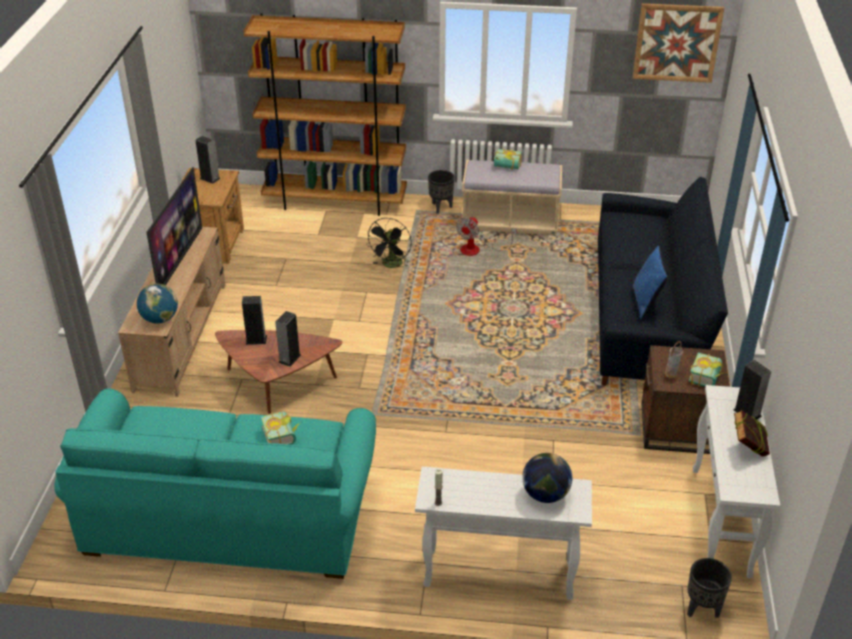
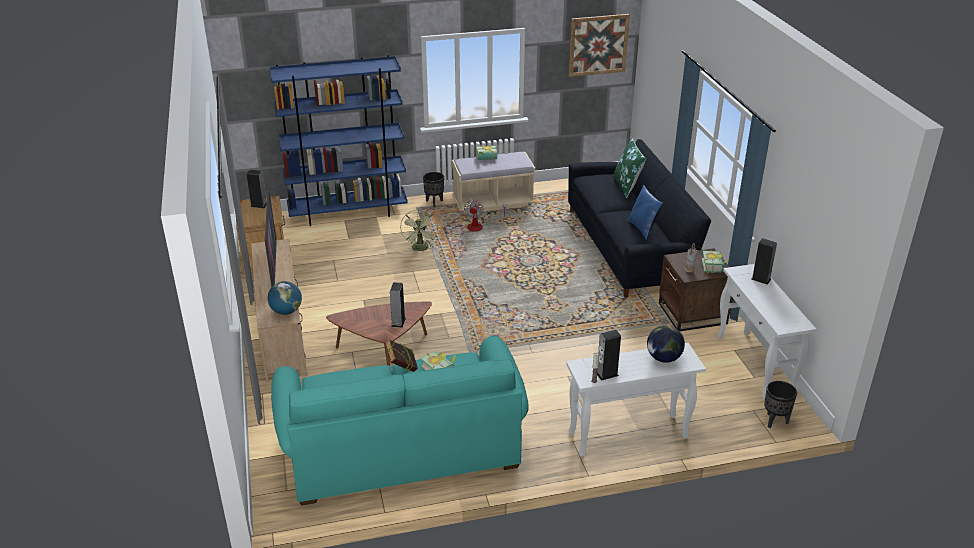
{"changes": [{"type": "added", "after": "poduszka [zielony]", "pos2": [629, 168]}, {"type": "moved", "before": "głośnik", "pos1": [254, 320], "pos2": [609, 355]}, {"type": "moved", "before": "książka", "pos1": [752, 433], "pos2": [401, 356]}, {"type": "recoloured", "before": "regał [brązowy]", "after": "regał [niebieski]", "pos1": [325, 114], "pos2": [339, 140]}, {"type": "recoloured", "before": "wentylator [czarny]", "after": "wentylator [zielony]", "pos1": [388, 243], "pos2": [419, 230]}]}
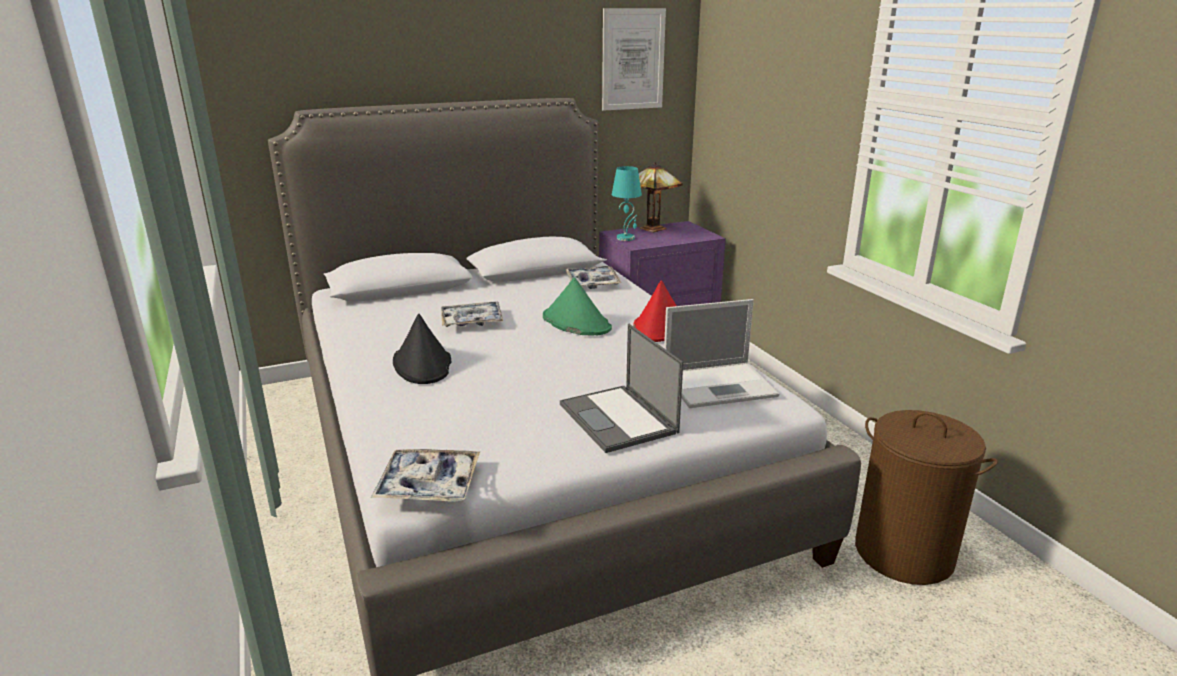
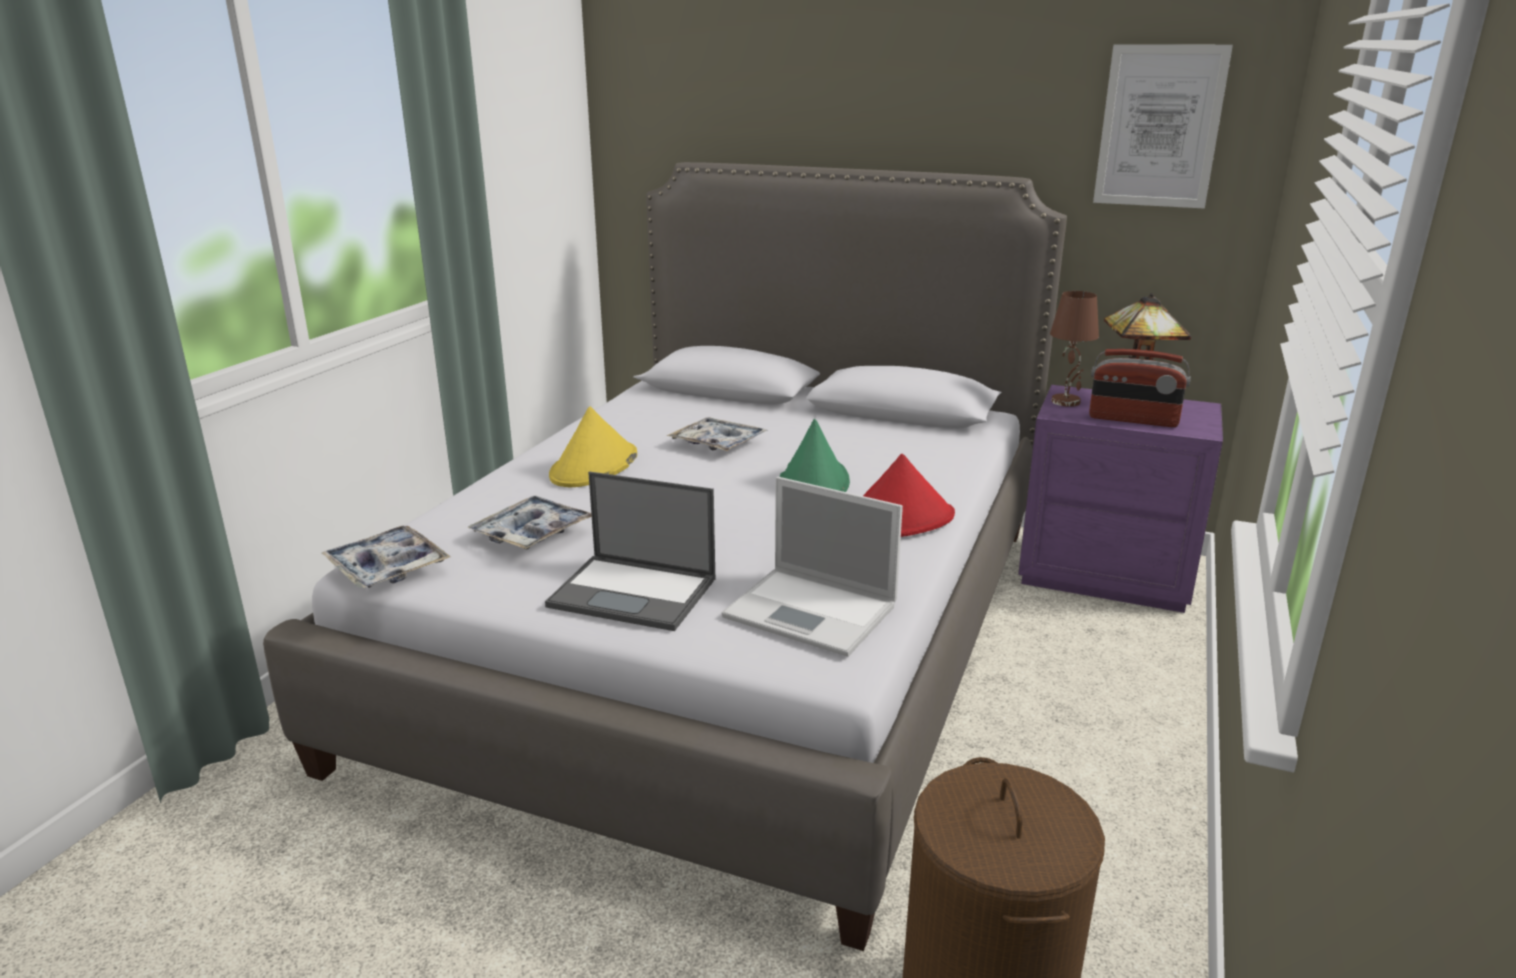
{"changes": [{"type": "added", "after": "radio", "pos2": [1140, 388]}, {"type": "moved", "before": "taca", "pos1": [593, 277], "pos2": [529, 523]}, {"type": "recoloured", "before": "kapelusz [czarny]", "after": "kapelusz [żółty]", "pos1": [422, 349], "pos2": [593, 446]}, {"type": "recoloured", "before": "lampa stołowa [turkusowy]", "after": "lampa stołowa [brązowy]", "pos1": [627, 203], "pos2": [1074, 349]}, {"type": "turned", "before": "laptop", "pos1": [621, 388], "pos2": [630, 551], "turn": -90}]}
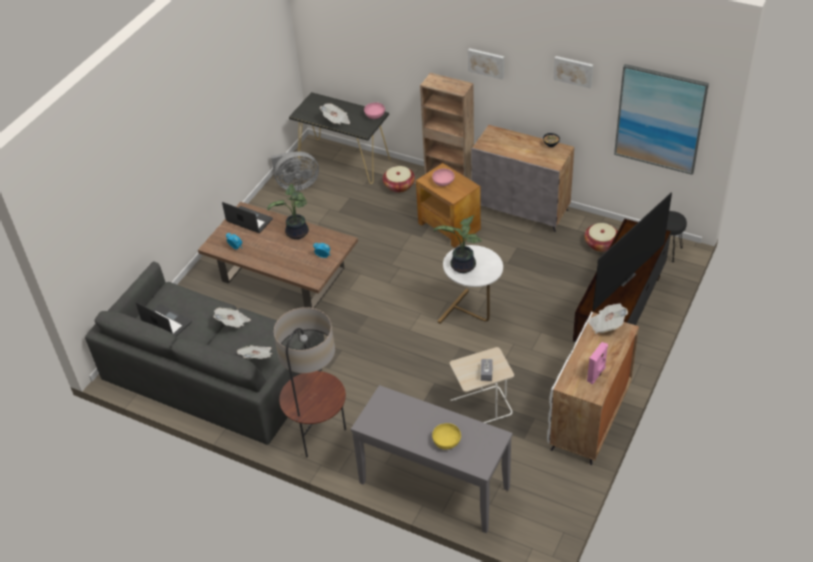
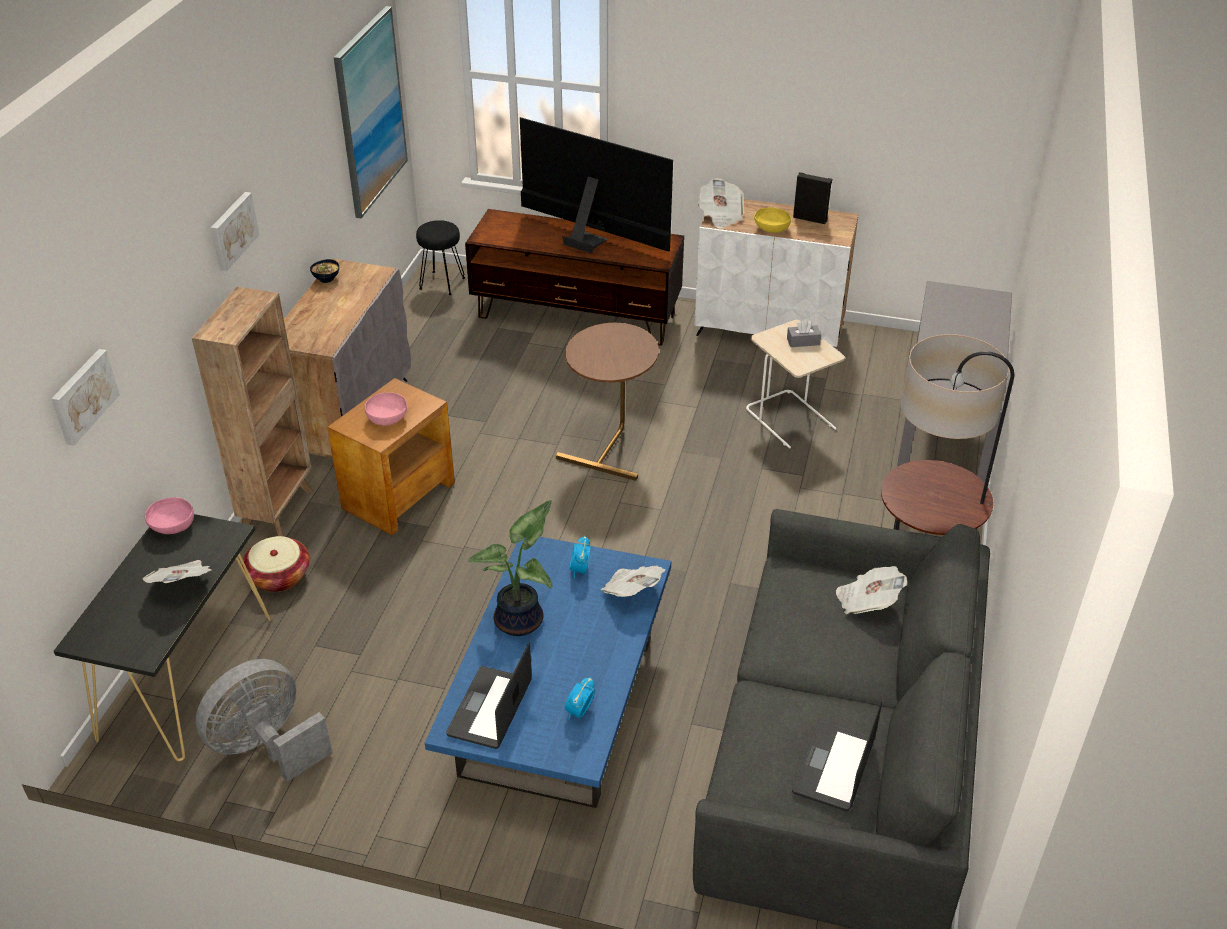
{"changes": [{"type": "removed", "before": "roślina doniczkowa", "pos1": [458, 244]}, {"type": "removed", "before": "koszyk", "pos1": [601, 237]}, {"type": "moved", "before": "gazeta", "pos1": [232, 318], "pos2": [633, 581]}, {"type": "moved", "before": "miska [żółty]", "pos1": [446, 436], "pos2": [772, 220]}, {"type": "moved", "before": "obraz", "pos1": [573, 72], "pos2": [85, 397]}, {"type": "recoloured", "before": "ława [brązowy]", "after": "ława [niebieski]", "pos1": [278, 255], "pos2": [548, 672]}, {"type": "recoloured", "before": "stolik [biały]", "after": "stolik [brązowy]", "pos1": [470, 284], "pos2": [607, 402]}, {"type": "recoloured", "before": "głośnik [różowy]", "after": "głośnik [czarny]", "pos1": [597, 363], "pos2": [812, 198]}, {"type": "turned", "before": "wentylator [szary]", "pos1": [295, 171], "pos2": [264, 720], "turn": -105}]}
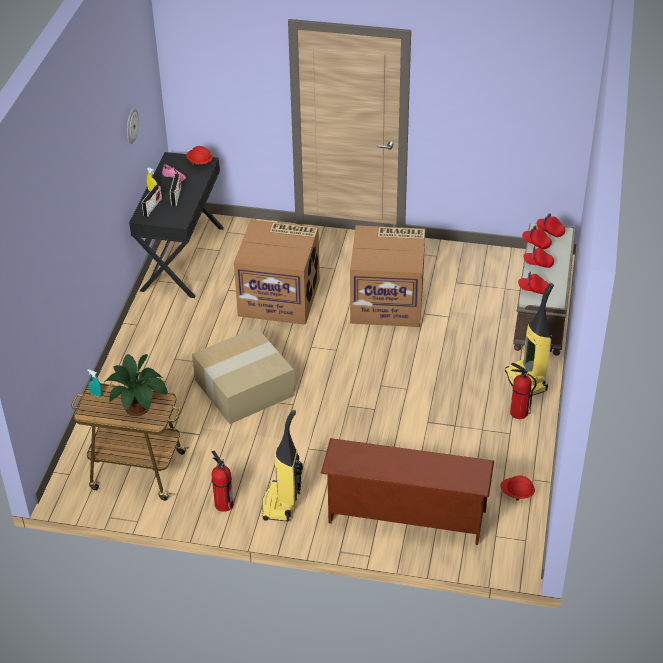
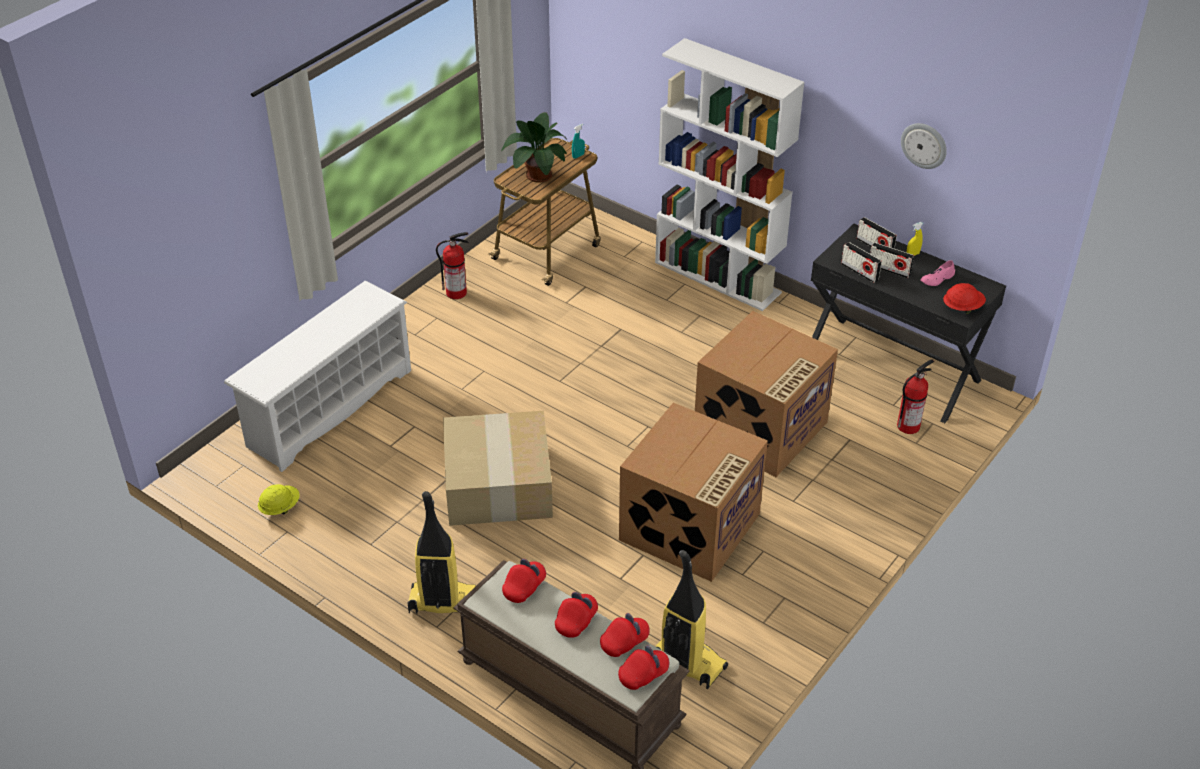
{"changes": [{"type": "added", "after": "regał [biały]", "pos2": [729, 174]}, {"type": "added", "after": "radio", "pos2": [861, 262]}, {"type": "moved", "before": "karton", "pos1": [243, 375], "pos2": [498, 468]}, {"type": "moved", "before": "odkurzacz", "pos1": [282, 465], "pos2": [691, 619]}, {"type": "moved", "before": "gaśnica", "pos1": [523, 391], "pos2": [915, 396]}, {"type": "recoloured", "before": "regał na buty [brązowy]", "after": "regał na buty [biały]", "pos1": [407, 491], "pos2": [317, 376]}, {"type": "recoloured", "before": "kask [czerwony]", "after": "kask [żółty]", "pos1": [518, 488], "pos2": [279, 499]}]}
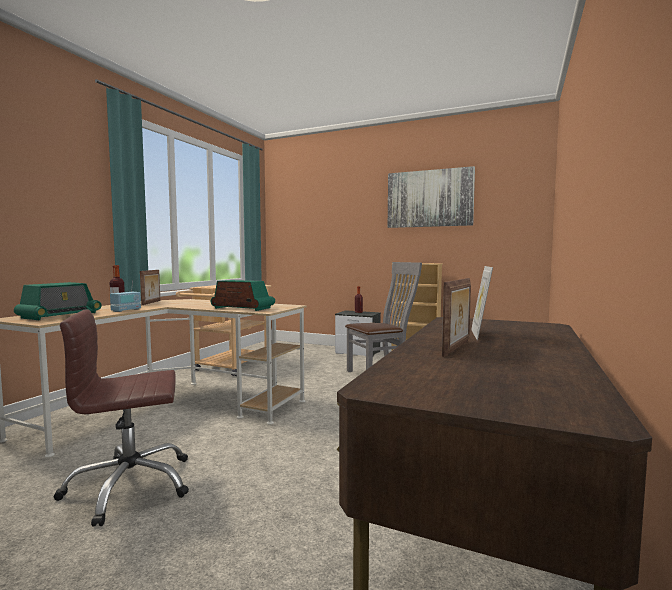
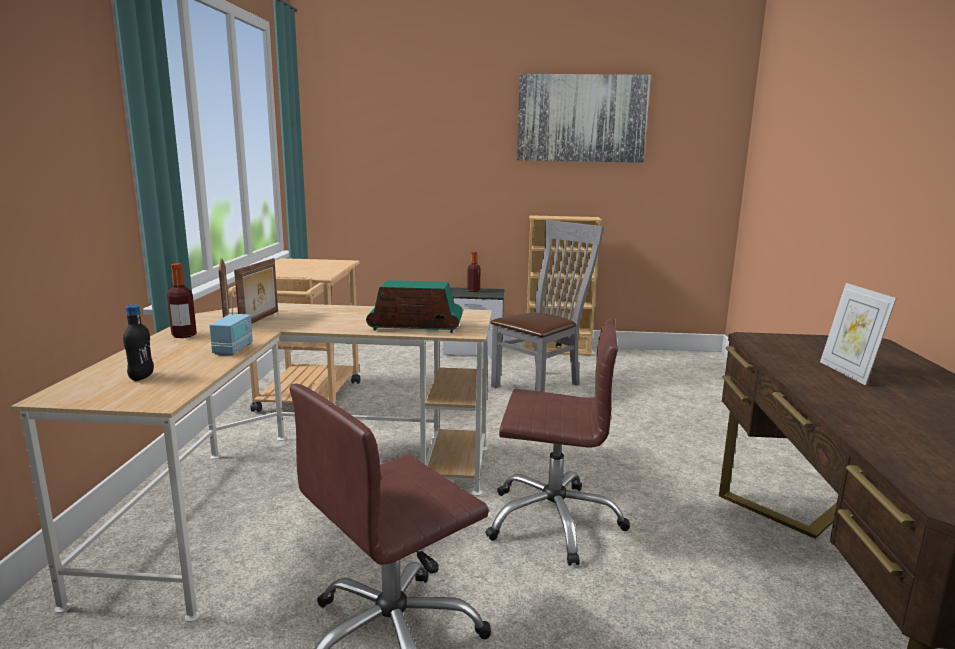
{"changes": [{"type": "added", "after": "krzesło biurowe [brązowy]", "pos2": [557, 442]}, {"type": "moved", "before": "ramka na zdjęcie", "pos1": [456, 317], "pos2": [256, 291]}, {"type": "replaced", "before": "radio", "after": "butelka [czarny]", "pos1": [58, 301], "pos2": [138, 343]}]}
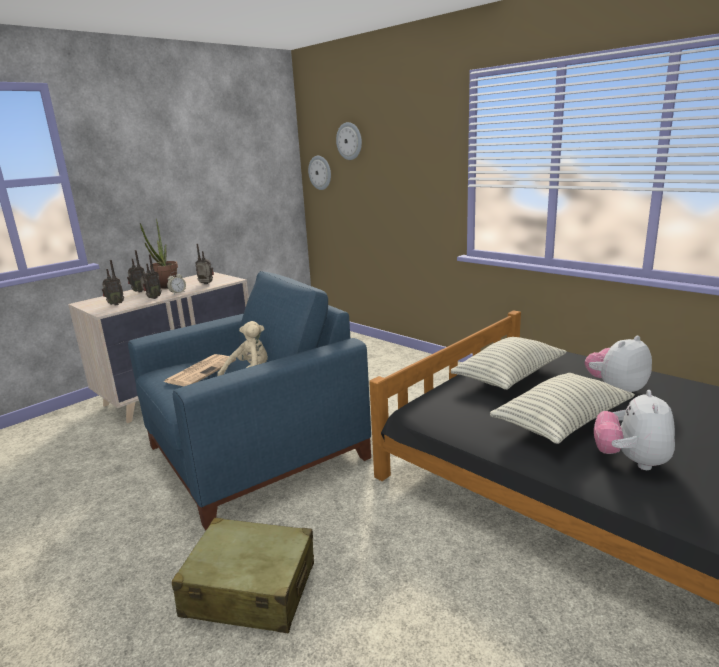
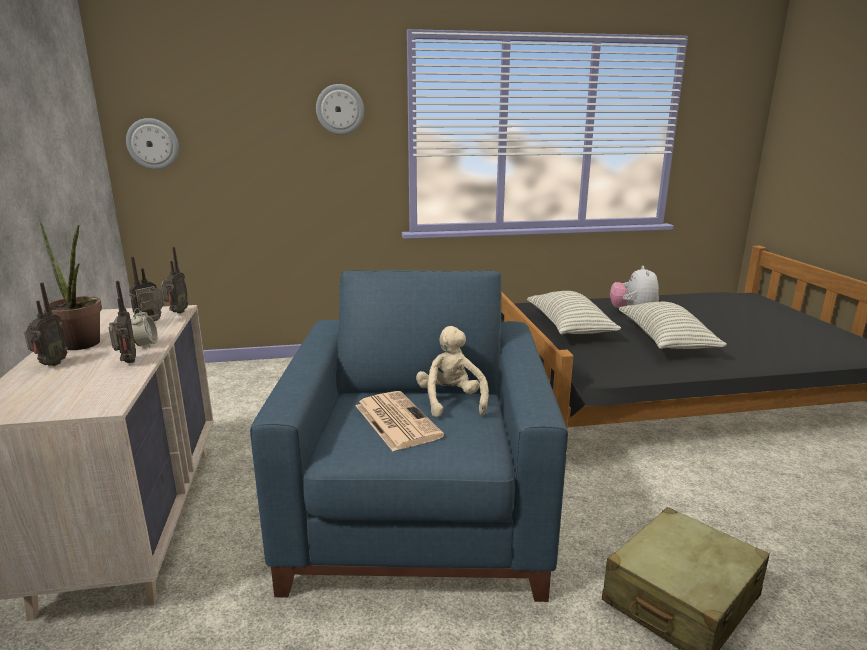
{"changes": [{"type": "removed", "before": "pluszak", "pos1": [634, 430]}, {"type": "moved", "before": "radio", "pos1": [113, 282], "pos2": [174, 280]}, {"type": "moved", "before": "zegar ścienny", "pos1": [349, 141], "pos2": [340, 109]}]}
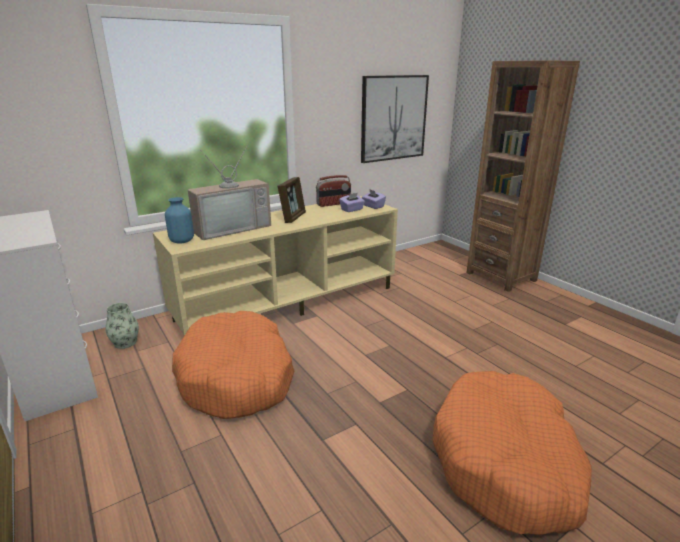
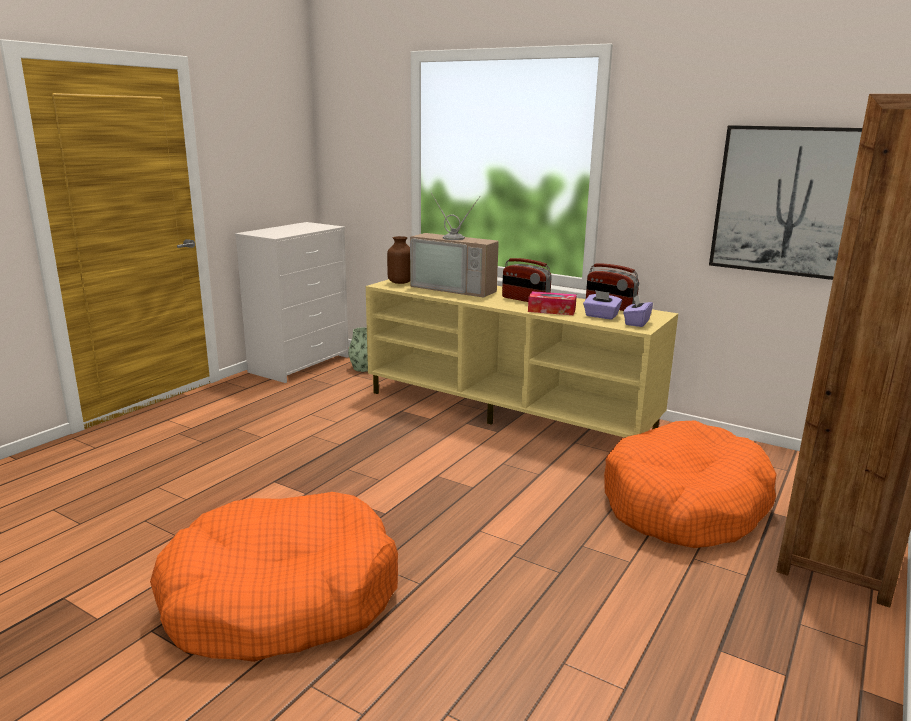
{"changes": [{"type": "added", "after": "pudełko chusteczek", "pos2": [552, 303]}, {"type": "moved", "before": "legowisko [pomarańczowy]", "pos1": [233, 365], "pos2": [690, 484]}, {"type": "replaced", "before": "ramka na zdjęcie", "after": "radio", "pos1": [291, 200], "pos2": [527, 280]}, {"type": "recoloured", "before": "wazon [niebieski]", "after": "wazon [brązowy]", "pos1": [179, 220], "pos2": [398, 260]}]}
